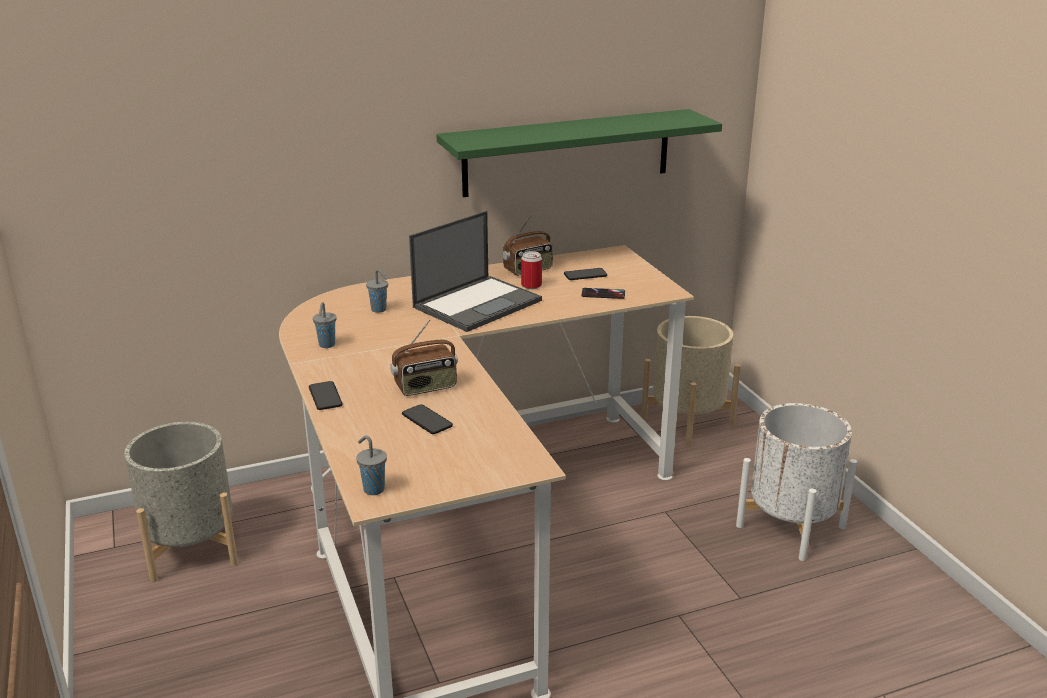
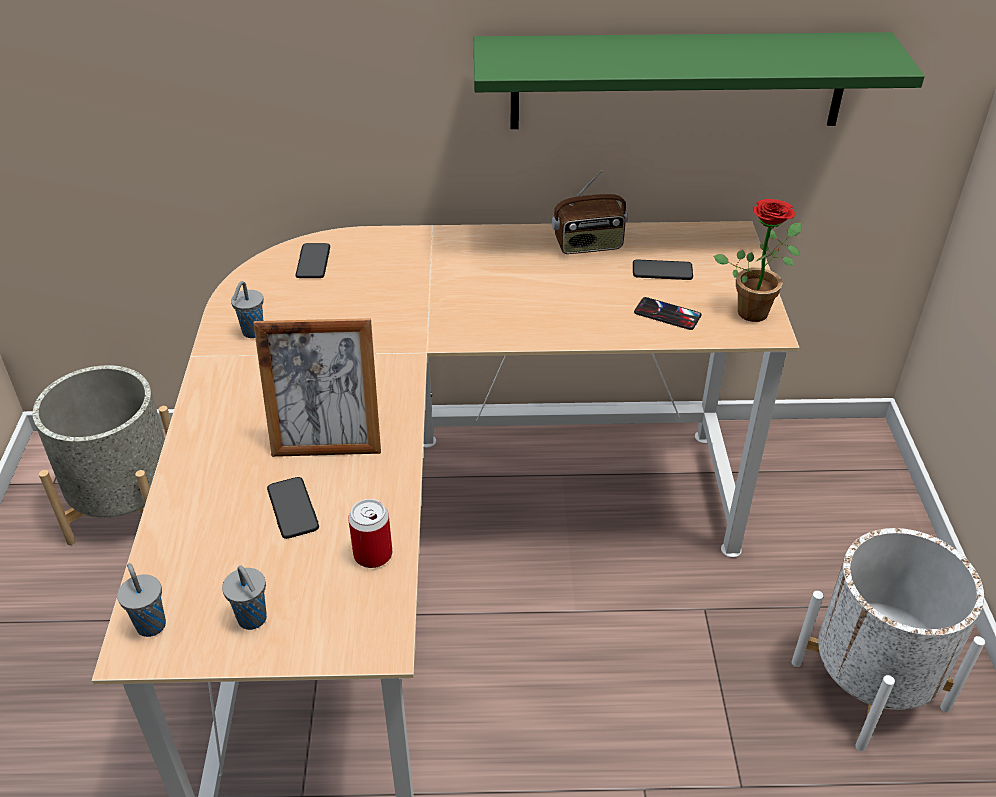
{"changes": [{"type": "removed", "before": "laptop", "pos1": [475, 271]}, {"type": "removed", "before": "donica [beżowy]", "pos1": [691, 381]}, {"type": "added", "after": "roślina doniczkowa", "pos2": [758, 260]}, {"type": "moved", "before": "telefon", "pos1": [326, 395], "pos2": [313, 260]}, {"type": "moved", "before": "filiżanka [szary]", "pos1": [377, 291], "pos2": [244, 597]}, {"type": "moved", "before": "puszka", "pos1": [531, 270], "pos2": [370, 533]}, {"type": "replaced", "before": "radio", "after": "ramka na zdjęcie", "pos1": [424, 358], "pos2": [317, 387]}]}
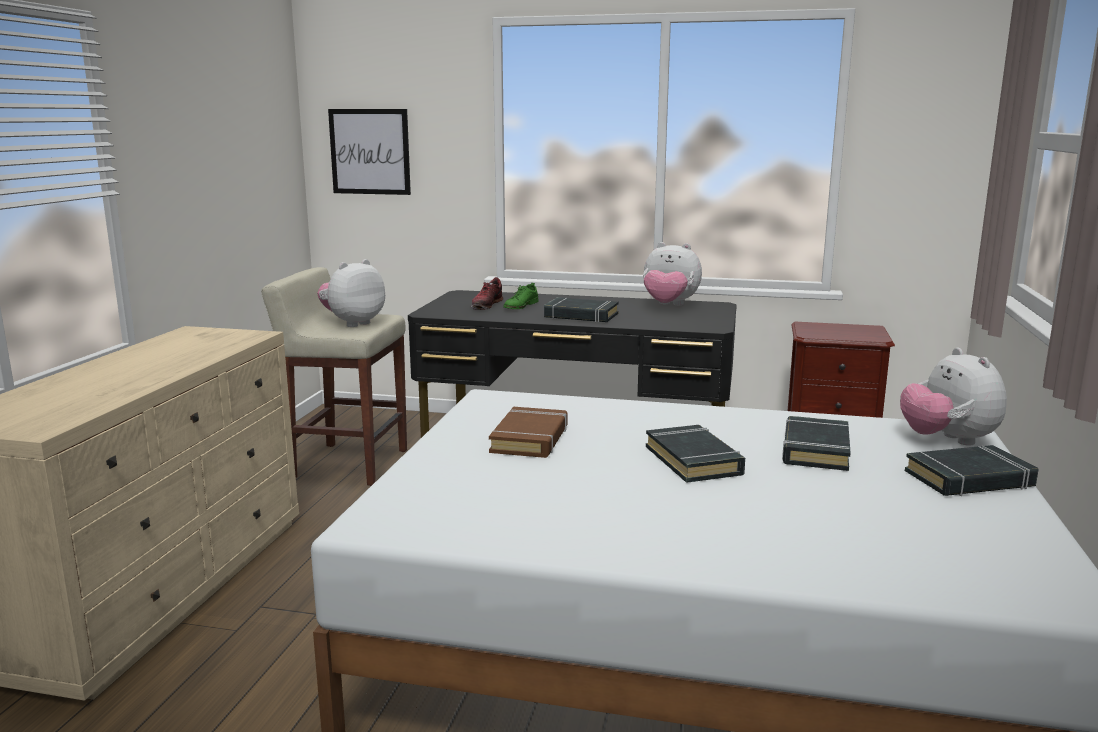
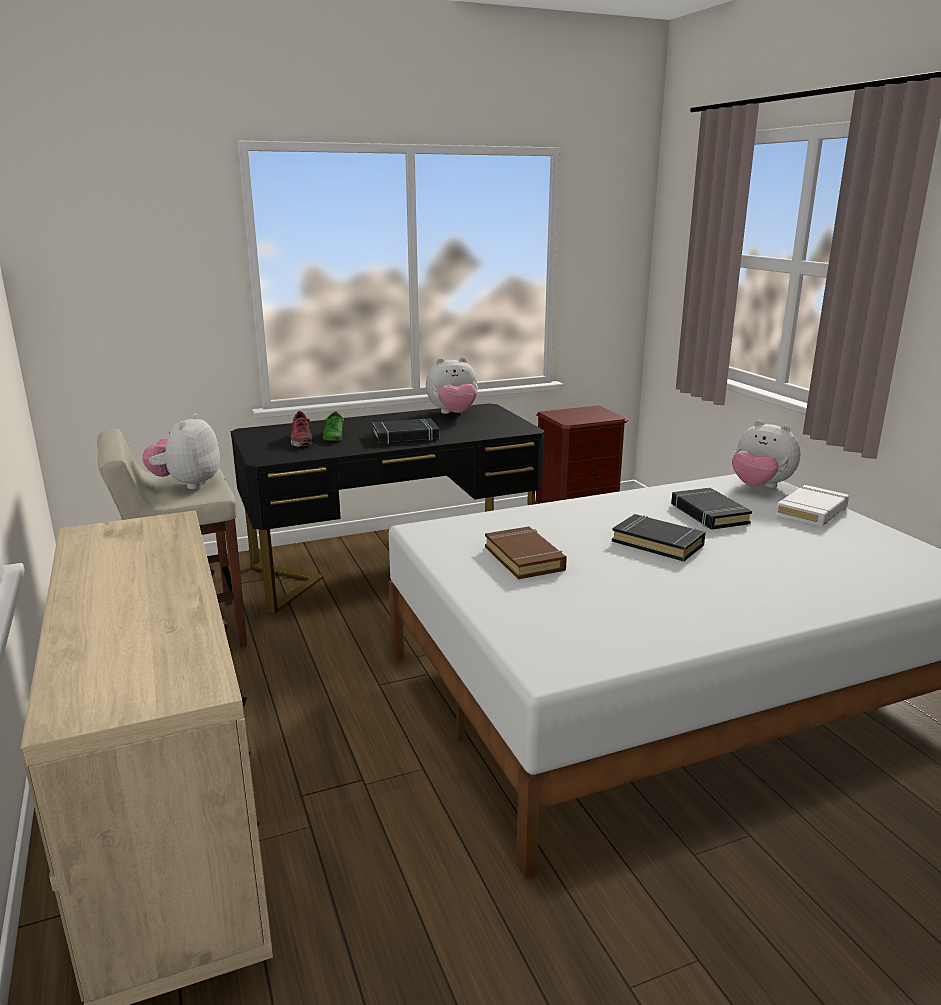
{"changes": [{"type": "removed", "before": "obraz", "pos1": [369, 152]}, {"type": "recoloured", "before": "książka [czarny]", "after": "książka [biały]", "pos1": [972, 470], "pos2": [812, 506]}]}
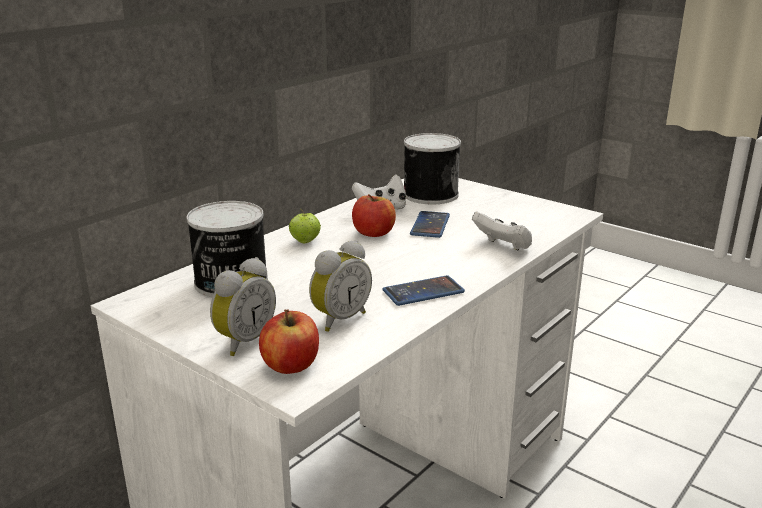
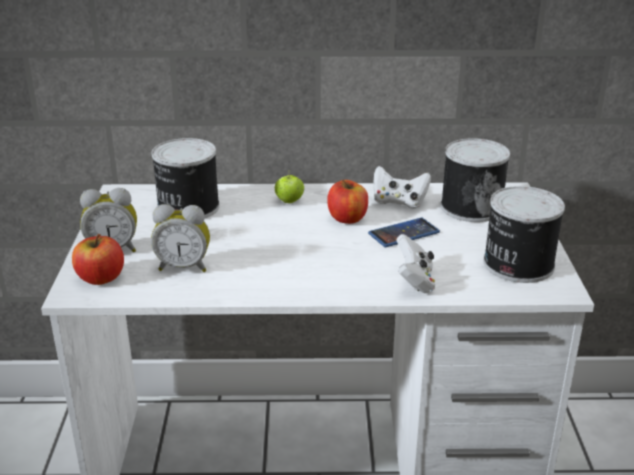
{"changes": [{"type": "removed", "before": "telefon", "pos1": [424, 290]}, {"type": "added", "after": "puszka", "pos2": [524, 234]}]}
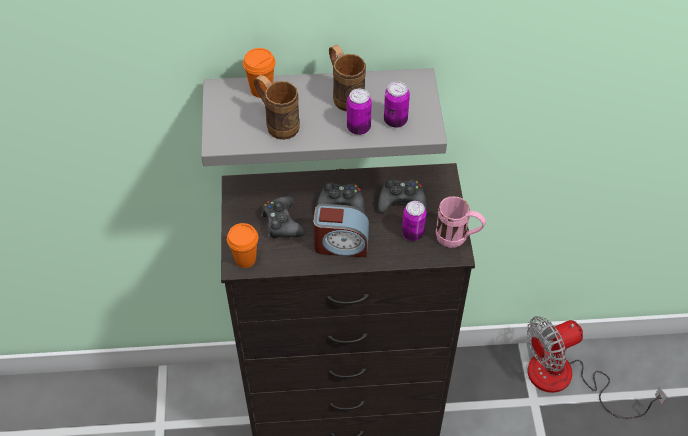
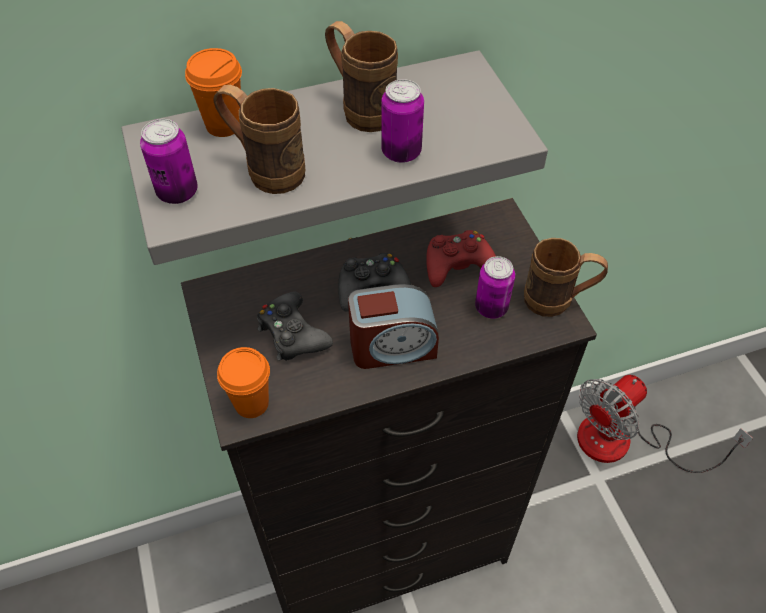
{"changes": [{"type": "moved", "before": "puszka", "pos1": [397, 104], "pos2": [169, 161]}, {"type": "recoloured", "before": "pad do gier [czarny]", "after": "pad do gier [czerwony]", "pos1": [402, 196], "pos2": [461, 258]}, {"type": "recoloured", "before": "kubek [różowy]", "after": "kubek [brązowy]", "pos1": [461, 222], "pos2": [566, 277]}]}
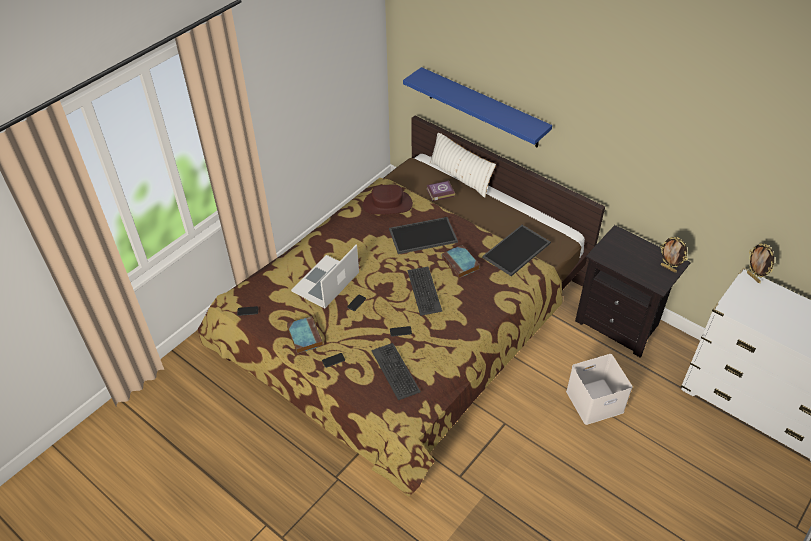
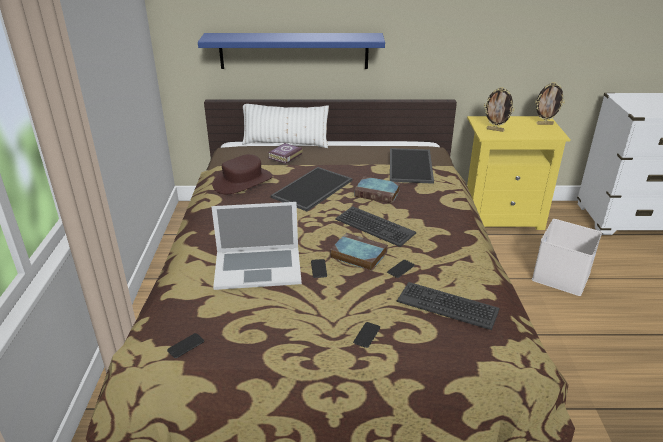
{"changes": [{"type": "moved", "before": "książka", "pos1": [305, 335], "pos2": [359, 252]}, {"type": "moved", "before": "ramka na zdjęcie", "pos1": [760, 263], "pos2": [499, 109]}, {"type": "recoloured", "before": "szafka nocna [czarny]", "after": "szafka nocna [żółty]", "pos1": [633, 291], "pos2": [519, 173]}, {"type": "turned", "before": "laptop", "pos1": [325, 276], "pos2": [256, 246], "turn": -90}]}
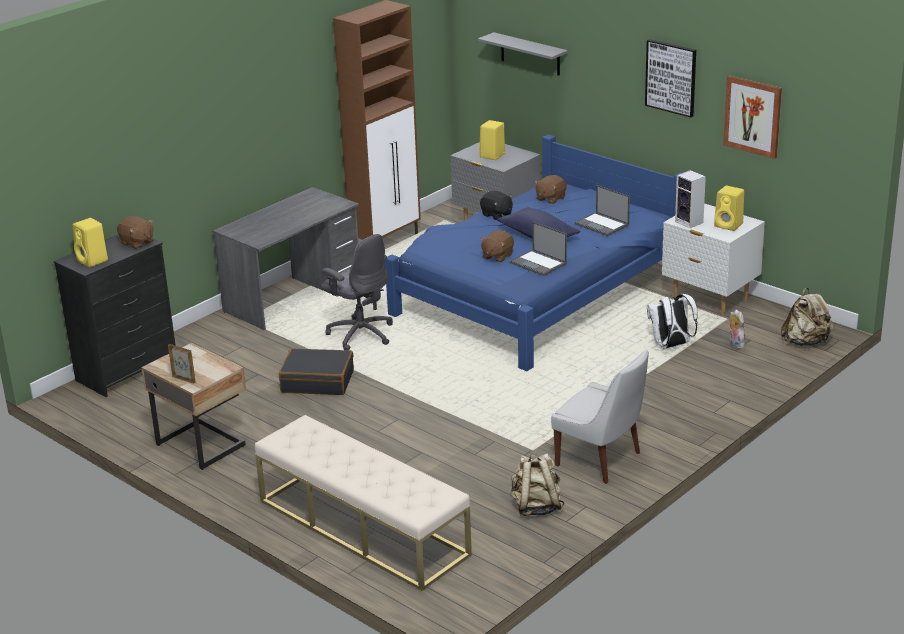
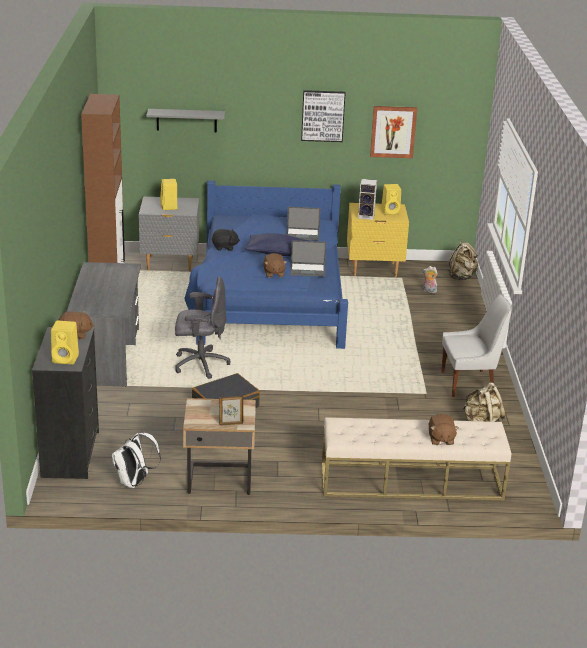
{"changes": [{"type": "moved", "before": "pluszak [brązowy]", "pos1": [551, 189], "pos2": [444, 429]}, {"type": "moved", "before": "plecak [biały]", "pos1": [672, 321], "pos2": [136, 460]}, {"type": "recoloured", "before": "szafka nocna [biały]", "after": "szafka nocna [żółty]", "pos1": [713, 259], "pos2": [378, 240]}]}
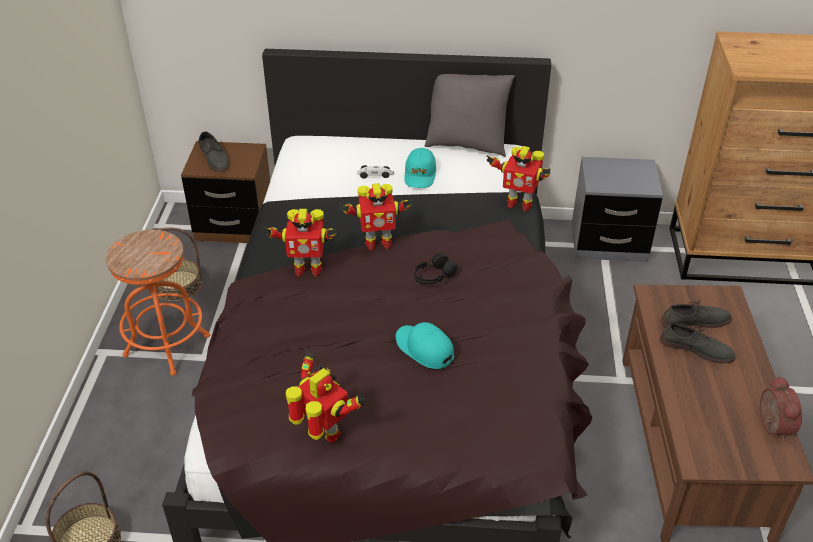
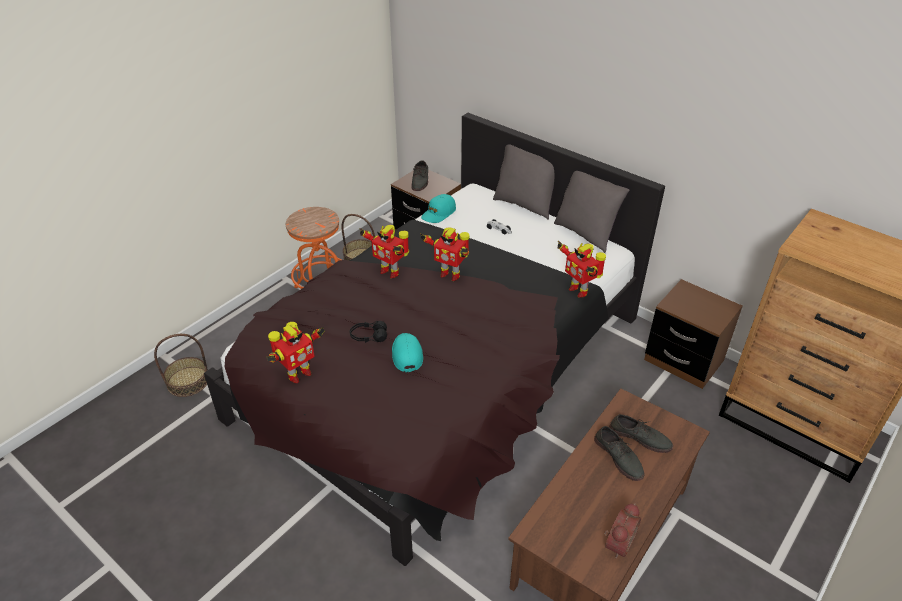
{"changes": [{"type": "added", "after": "poduszka [szary]", "pos2": [524, 182]}, {"type": "moved", "before": "czapka z daszkiem [turkusowy]", "pos1": [420, 168], "pos2": [438, 208]}, {"type": "moved", "before": "słuchawki [czarny]", "pos1": [436, 268], "pos2": [368, 332]}, {"type": "recoloured", "before": "szafka nocna [szary]", "after": "szafka nocna [brązowy]", "pos1": [617, 209], "pos2": [693, 334]}, {"type": "turned", "before": "robot zabawkowy", "pos1": [325, 396], "pos2": [295, 352], "turn": 60}]}
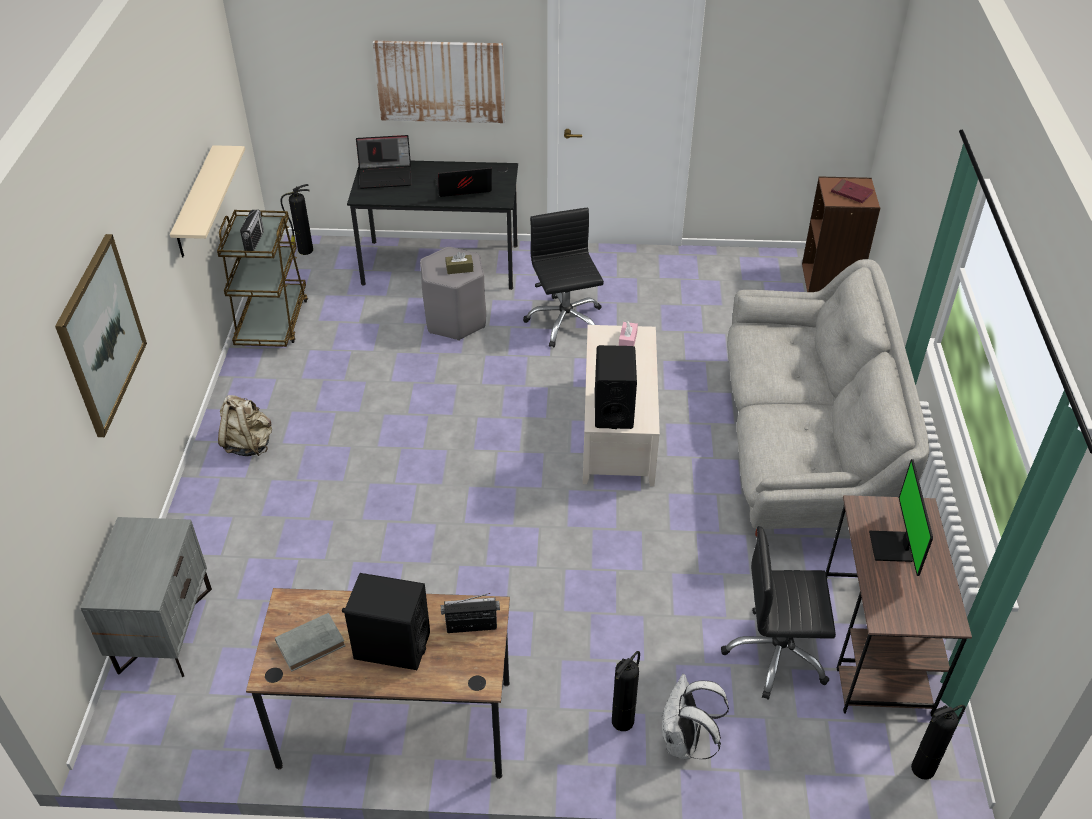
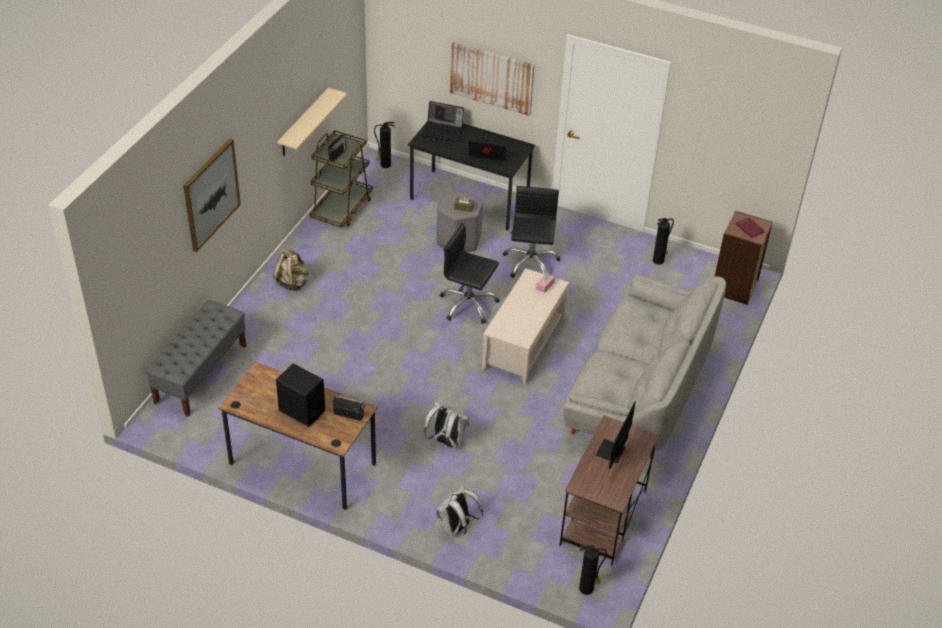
{"changes": [{"type": "removed", "before": "książka [szary]", "pos1": [310, 642]}, {"type": "removed", "before": "głośnik [czarny]", "pos1": [616, 387]}, {"type": "added", "after": "plecak [biały]", "pos2": [446, 425]}, {"type": "moved", "before": "gaśnica", "pos1": [626, 691], "pos2": [663, 241]}, {"type": "moved", "before": "krzesło biurowe [czarny]", "pos1": [778, 613], "pos2": [470, 273]}, {"type": "replaced", "before": "szafka nocna [szary]", "after": "ławka [szary]", "pos1": [146, 597], "pos2": [195, 358]}]}
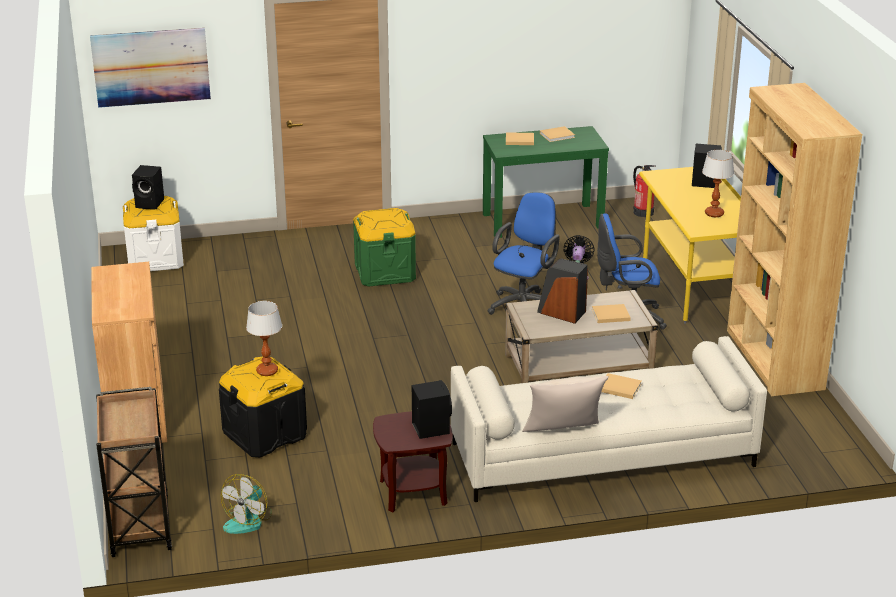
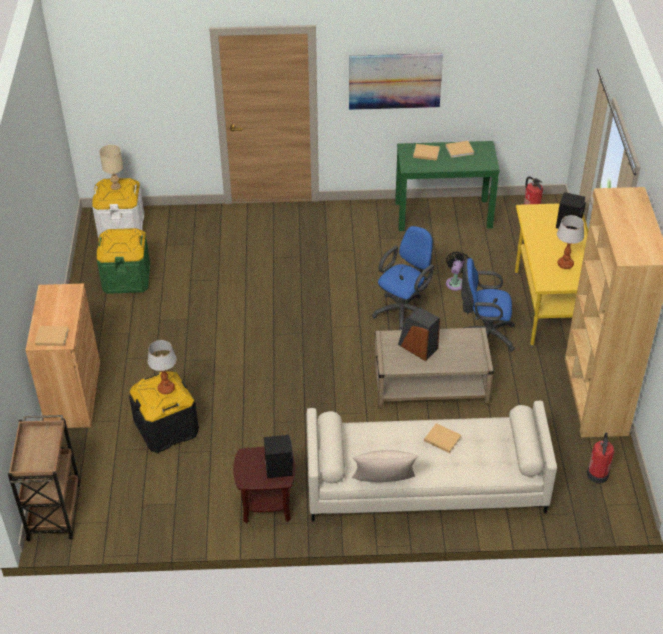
{"changes": [{"type": "removed", "before": "wentylator", "pos1": [246, 504]}, {"type": "added", "after": "gaśnica", "pos2": [600, 457]}, {"type": "moved", "before": "obraz", "pos1": [150, 68], "pos2": [396, 81]}, {"type": "moved", "before": "pojemnik do przechowywania [zielony]", "pos1": [384, 247], "pos2": [123, 261]}, {"type": "moved", "before": "książka [beżowy]", "pos1": [611, 313], "pos2": [52, 336]}, {"type": "replaced", "before": "głośnik [czarny]", "after": "lampa stołowa [beżowy]", "pos1": [148, 187], "pos2": [111, 167]}]}
